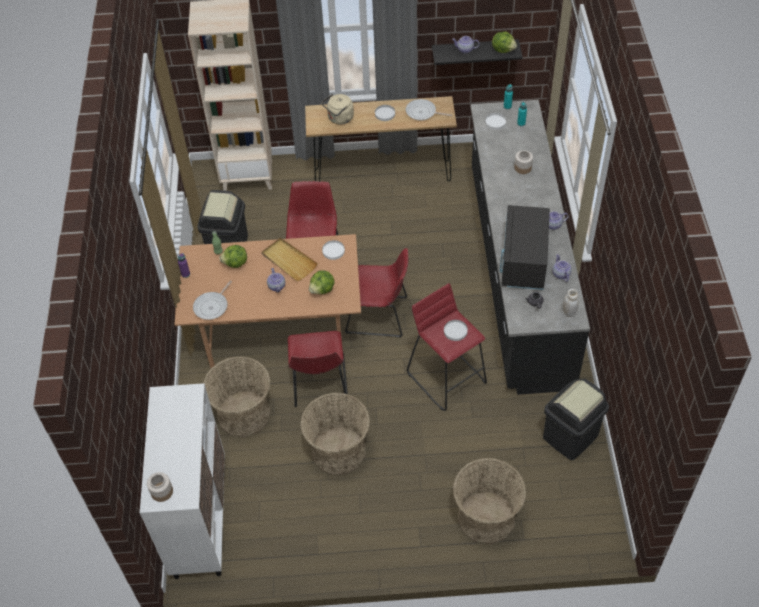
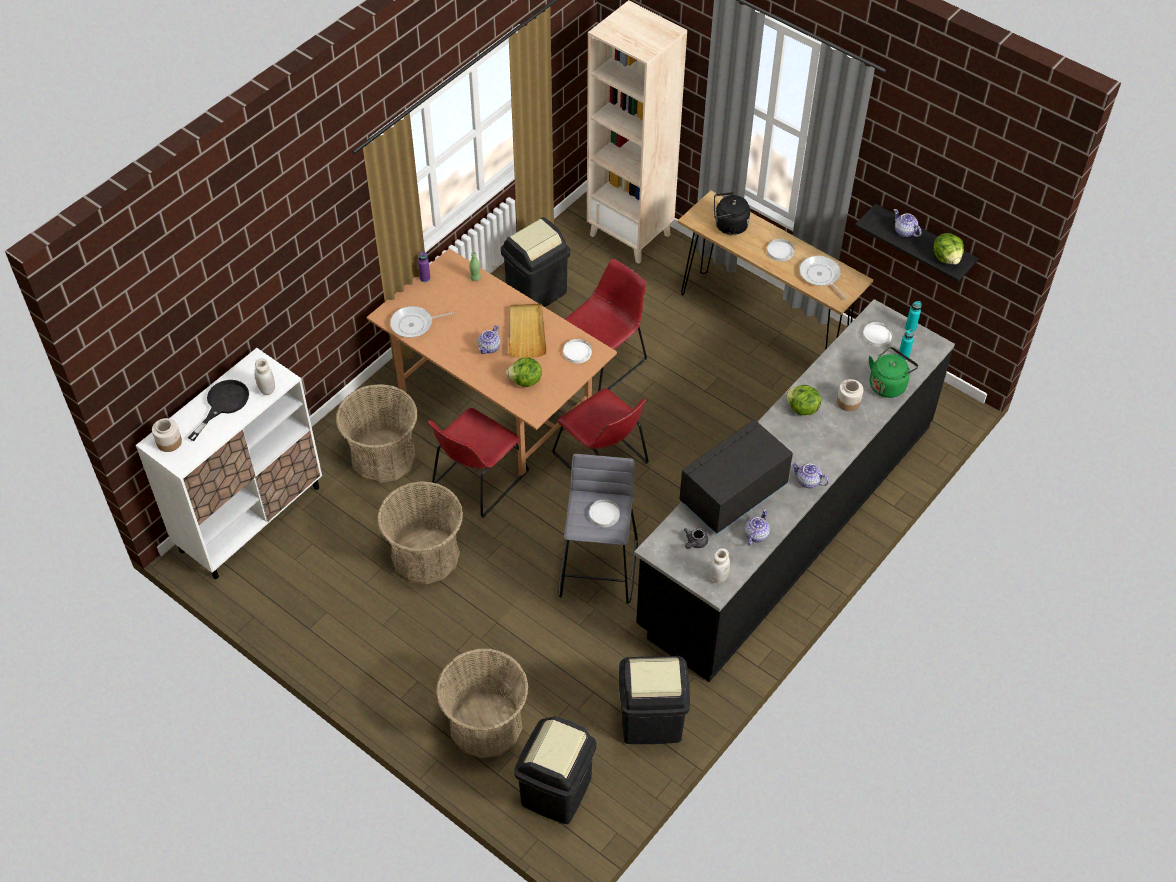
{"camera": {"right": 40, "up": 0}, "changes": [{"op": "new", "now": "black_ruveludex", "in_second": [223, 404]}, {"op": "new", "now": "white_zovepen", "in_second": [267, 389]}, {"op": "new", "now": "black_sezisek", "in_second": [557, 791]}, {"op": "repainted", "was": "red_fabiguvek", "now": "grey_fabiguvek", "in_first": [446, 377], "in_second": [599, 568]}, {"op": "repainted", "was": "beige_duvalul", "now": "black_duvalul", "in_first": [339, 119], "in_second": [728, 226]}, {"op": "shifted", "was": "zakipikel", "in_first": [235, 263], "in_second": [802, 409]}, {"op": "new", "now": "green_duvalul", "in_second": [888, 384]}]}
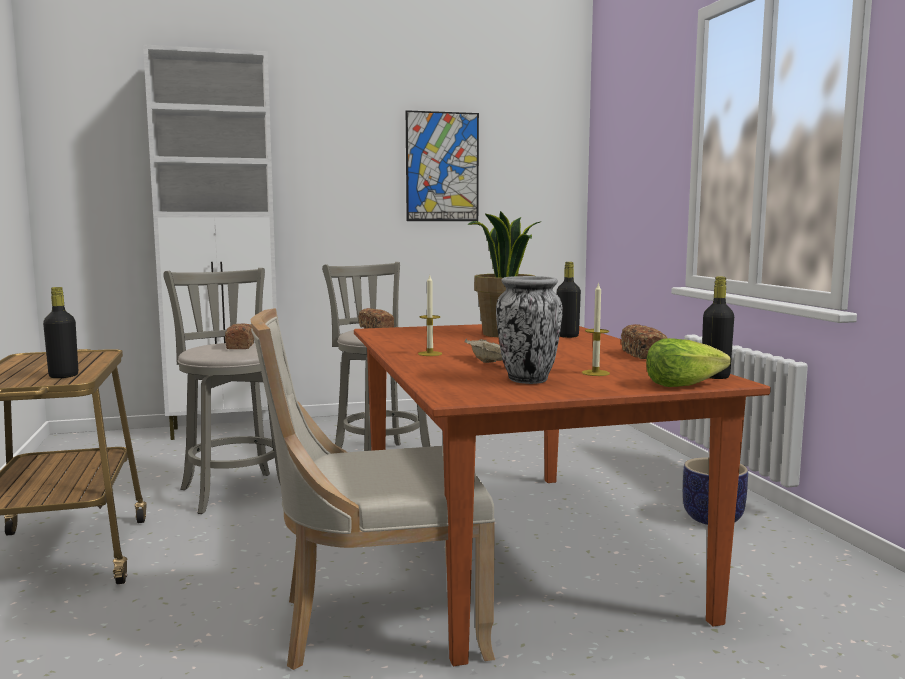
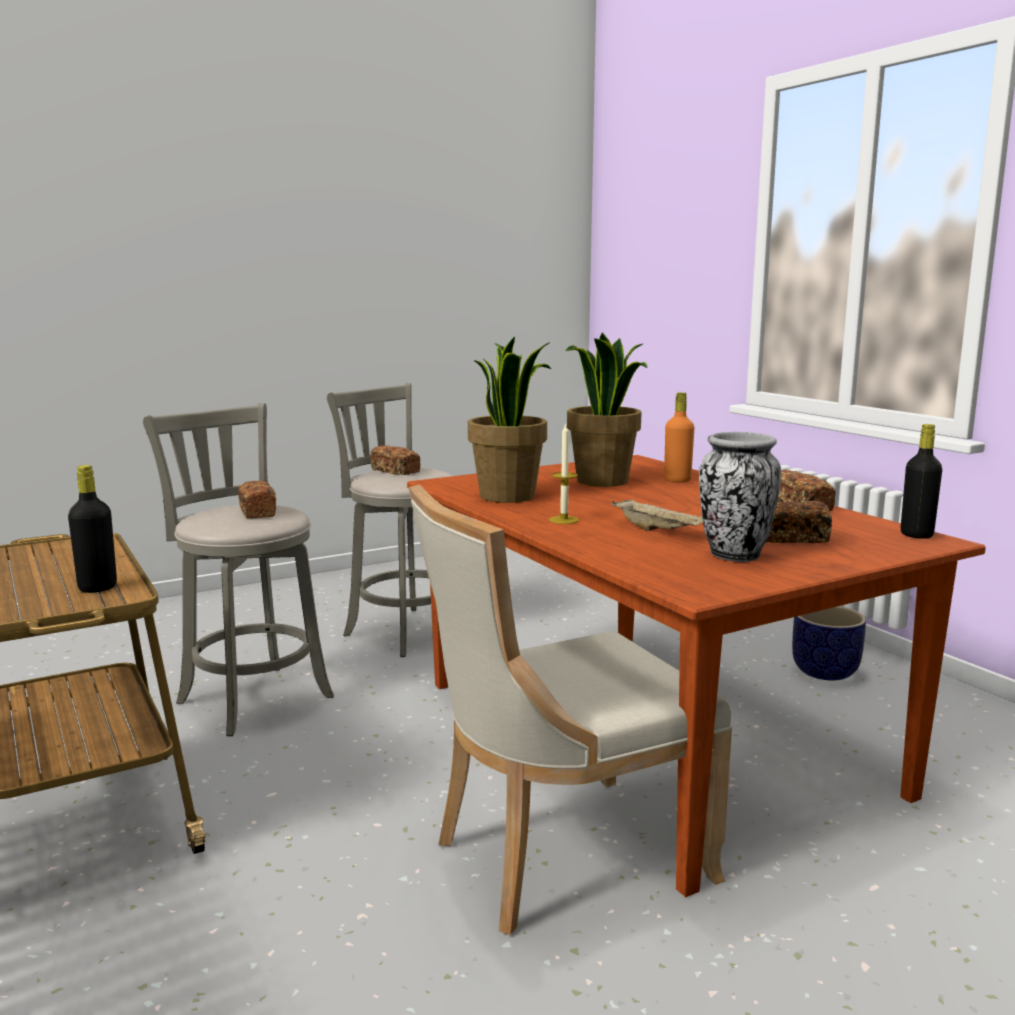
{"camera": {"right": -15, "up": 5}, "changes": [{"op": "new", "now": "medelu", "in_second": [508, 496]}, {"op": "repainted", "was": "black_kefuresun", "now": "orange_kefuresun", "in_first": [567, 336], "in_second": [677, 480]}, {"op": "swapped", "was": "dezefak", "now": "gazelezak", "in_first": [595, 373], "in_second": [790, 538]}, {"op": "gone", "was": "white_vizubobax", "in_first": [227, 430]}, {"op": "gone", "was": "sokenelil", "in_first": [442, 167]}, {"op": "gone", "was": "zakipikel", "in_first": [682, 385]}]}
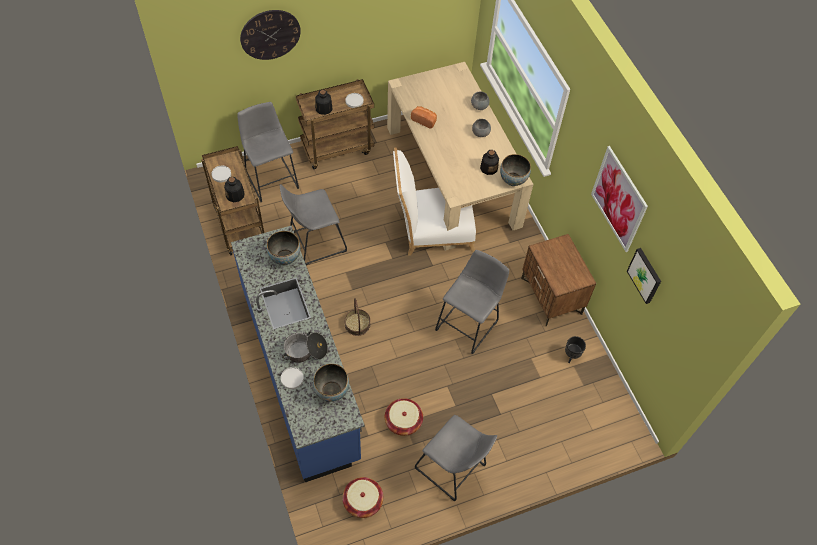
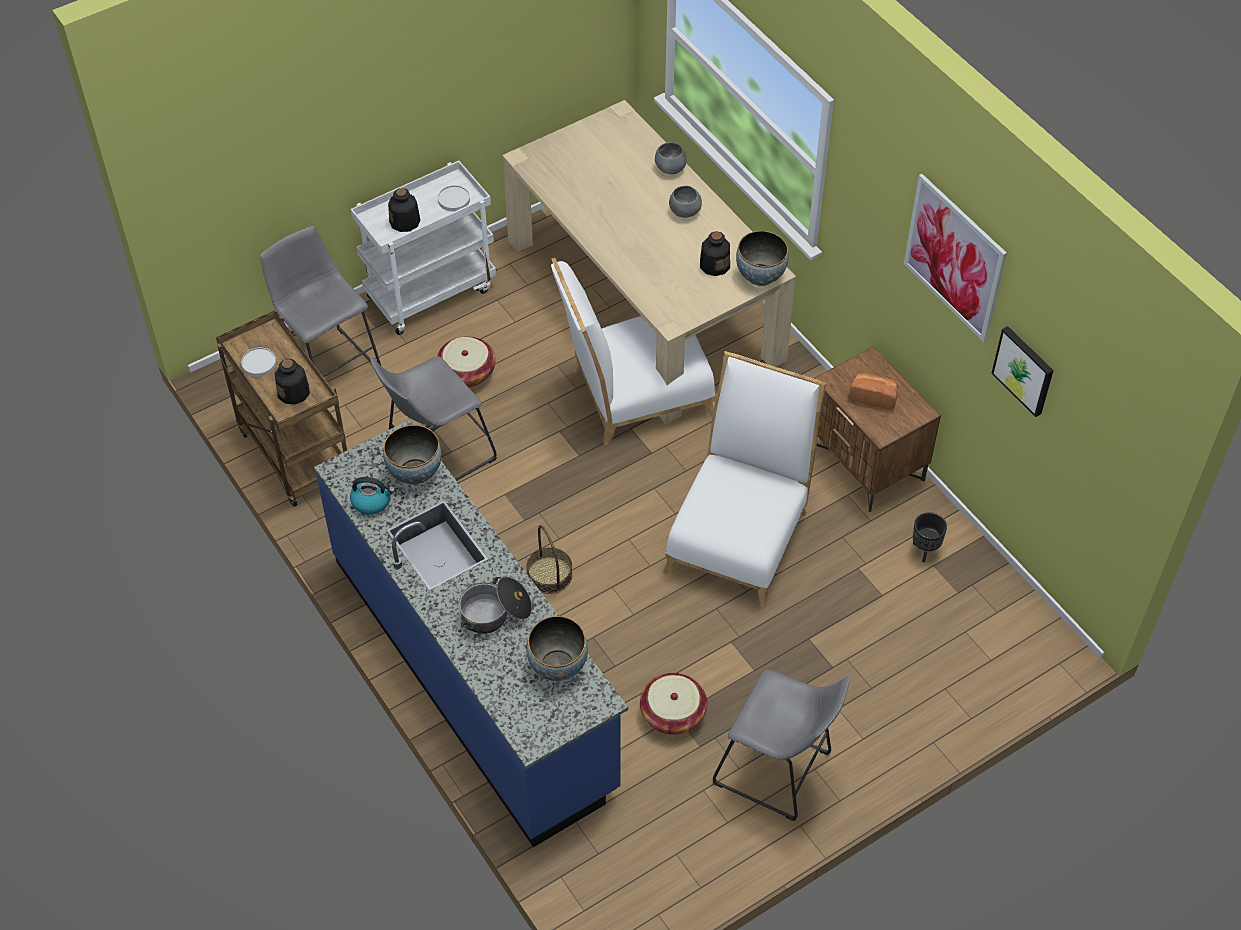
{"camera": {"right": -10, "up": -5}, "changes": [{"op": "repainted", "was": "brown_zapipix", "now": "white_zapipix", "in_first": [337, 148], "in_second": [431, 291]}, {"op": "new", "now": "duvalul", "in_second": [372, 501]}, {"op": "shifted", "was": "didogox", "in_first": [363, 501], "in_second": [467, 372]}, {"op": "swapped", "was": "grey_fabiguvek", "now": "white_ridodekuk", "in_first": [469, 323], "in_second": [739, 533]}, {"op": "shifted", "was": "gazelezak", "in_first": [424, 120], "in_second": [873, 396]}, {"op": "gone", "was": "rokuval", "in_first": [270, 34]}, {"op": "gone", "was": "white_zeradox", "in_first": [292, 379]}]}
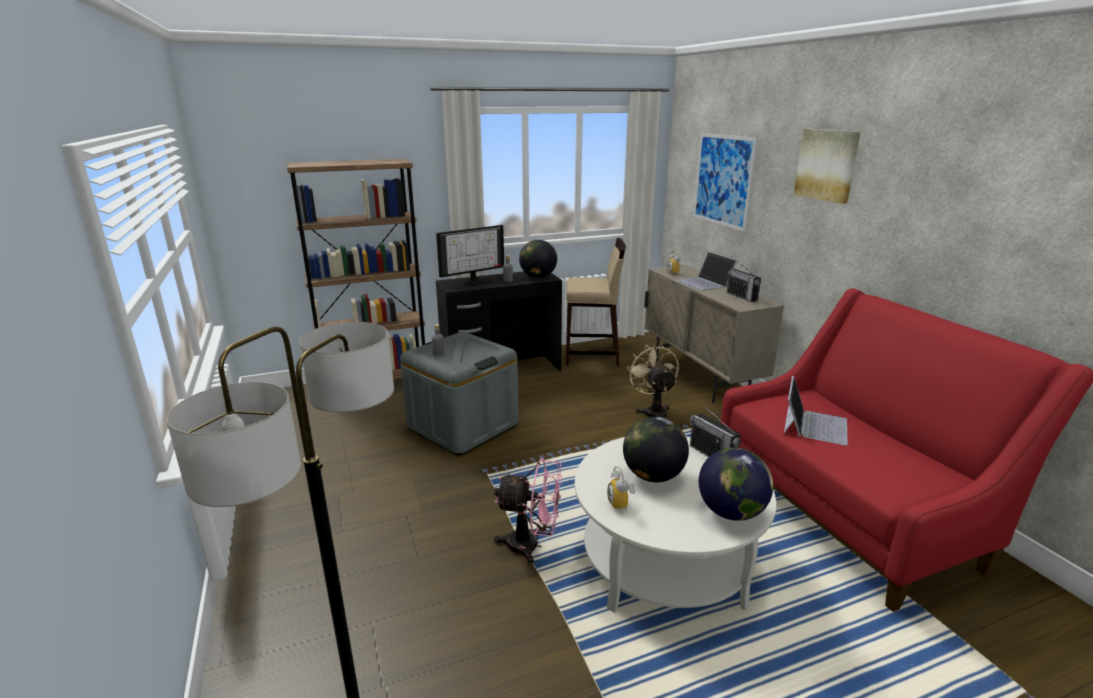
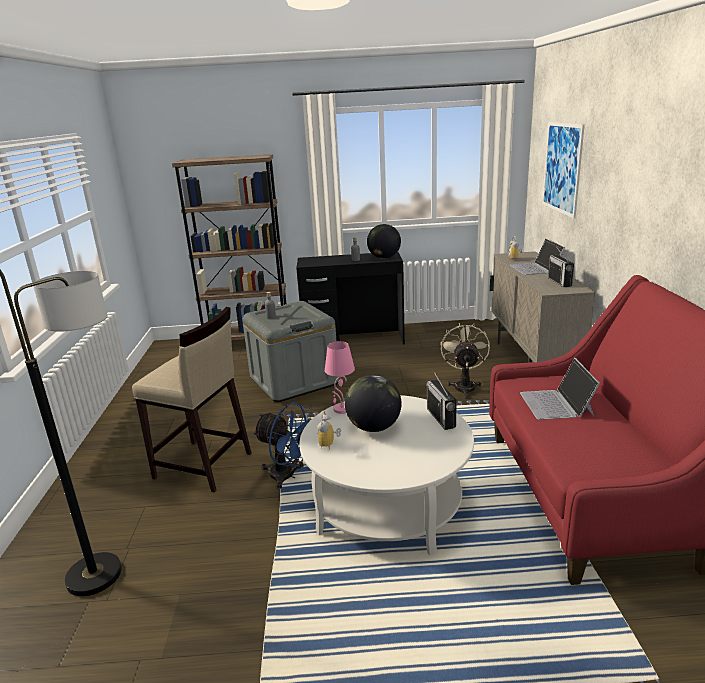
{"camera": {"right": 20, "up": 0}, "changes": [{"op": "shifted", "was": "beige_fabiguvek", "in_first": [592, 356], "in_second": [203, 466]}, {"op": "repainted", "was": "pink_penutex", "now": "blue_penutex", "in_first": [531, 546], "in_second": [288, 476]}, {"op": "new", "now": "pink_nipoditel", "in_second": [342, 409]}, {"op": "rotated", "was": "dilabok", "in_first": [814, 425], "in_second": [557, 404], "clockwise": 135}, {"op": "gone", "was": "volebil", "in_first": [477, 281]}, {"op": "gone", "was": "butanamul", "in_first": [731, 512]}, {"op": "gone", "was": "sokenelil", "in_first": [827, 165]}]}
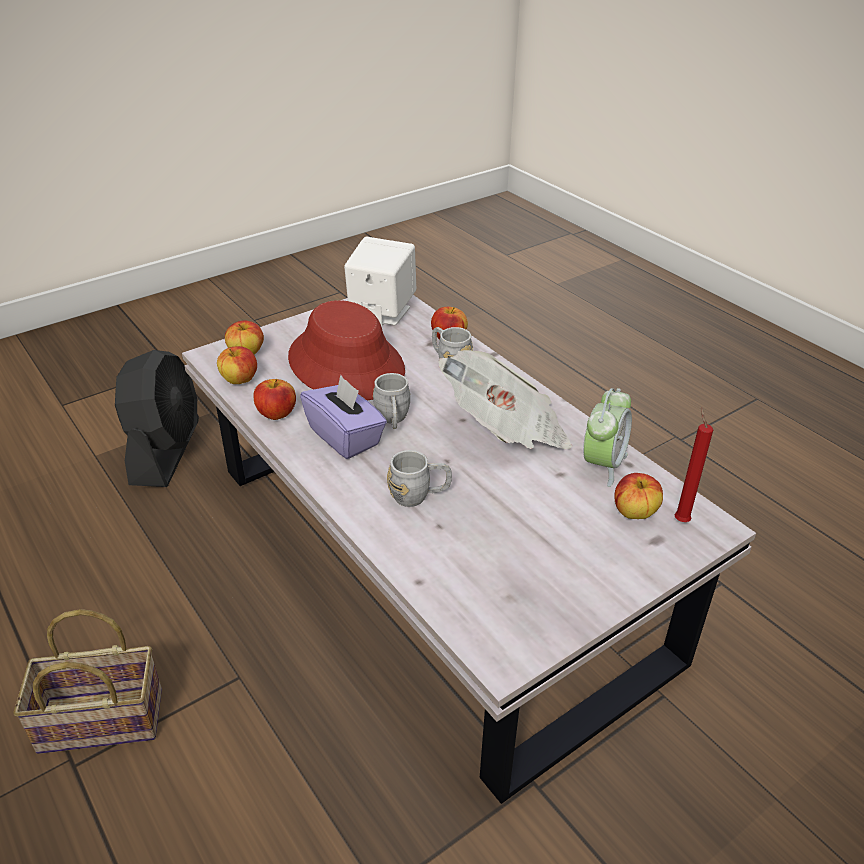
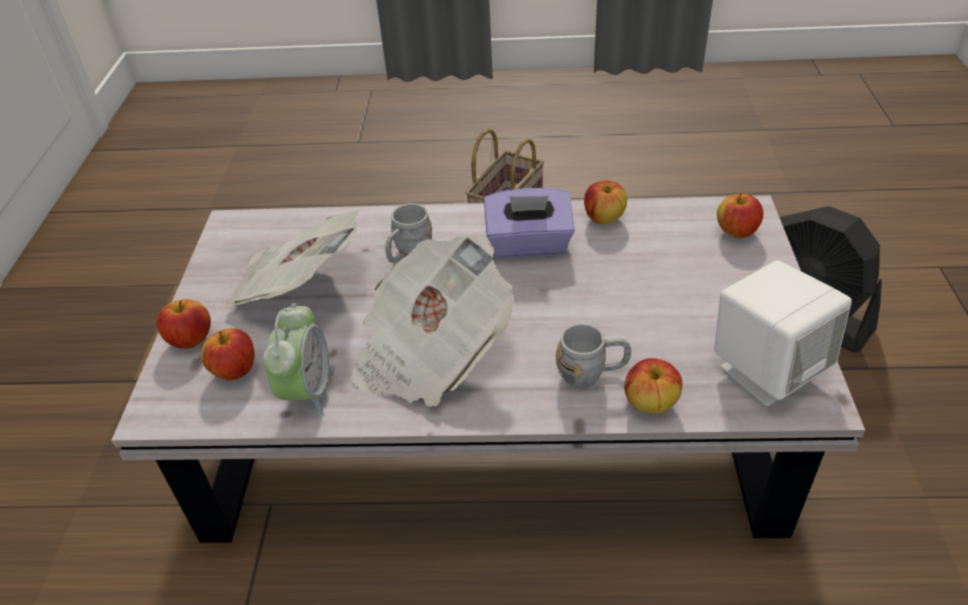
{"camera": {"right": 130, "up": 5}, "changes": [{"op": "shifted", "was": "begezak", "in_first": [239, 380], "in_second": [191, 340]}, {"op": "new", "now": "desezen", "in_second": [299, 287]}, {"op": "rotated", "was": "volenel", "in_first": [602, 464], "in_second": [307, 392], "clockwise": -150}, {"op": "gone", "was": "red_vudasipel", "in_first": [347, 364]}, {"op": "gone", "was": "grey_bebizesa", "in_first": [392, 420]}, {"op": "gone", "was": "red_dezefak", "in_first": [680, 519]}]}
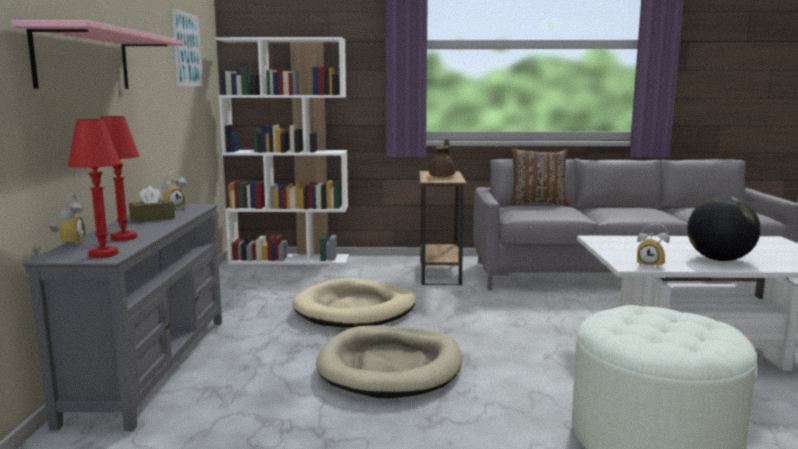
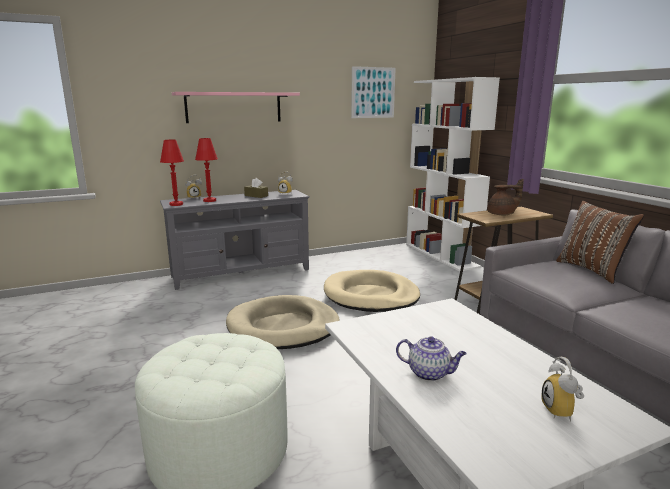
{"camera": {"right": 65, "up": 5}, "changes": [{"op": "swapped", "was": "butanamul", "now": "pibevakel", "in_first": [719, 259], "in_second": [429, 373]}, {"op": "shifted", "was": "volenel", "in_first": [651, 265], "in_second": [562, 412]}]}
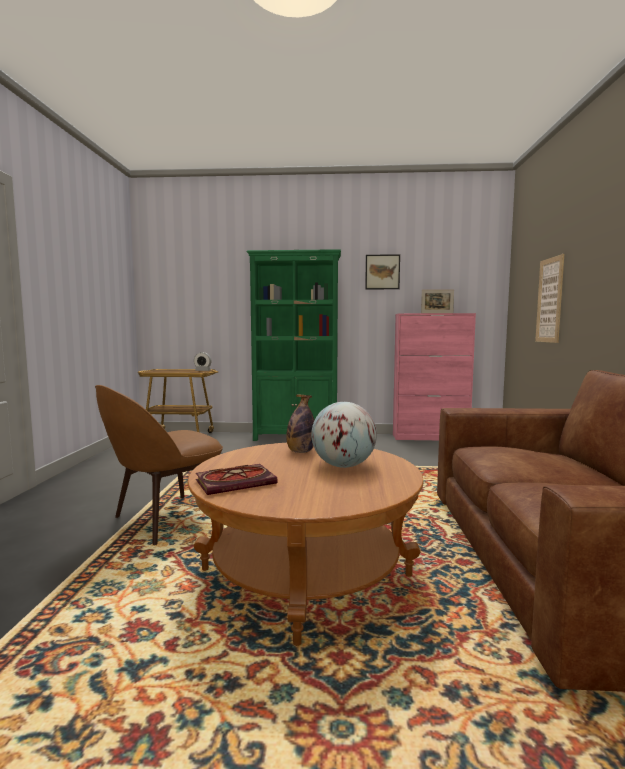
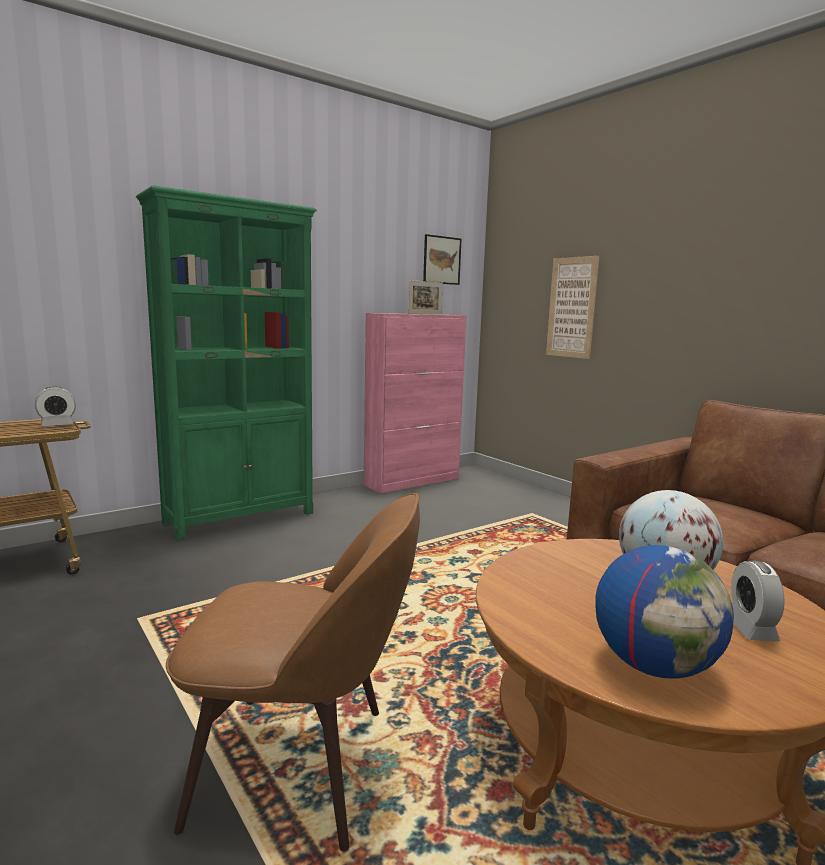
{"camera": {"right": -40, "up": 5}, "changes": [{"op": "rotated", "was": "brown_ridodekuk", "in_first": [165, 520], "in_second": [300, 766], "clockwise": -90}, {"op": "shifted", "was": "sokenelil", "in_first": [382, 272], "in_second": [441, 260]}, {"op": "swapped", "was": "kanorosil", "now": "butanamul", "in_first": [237, 481], "in_second": [654, 666]}, {"op": "new", "now": "volenel", "in_second": [750, 629]}, {"op": "gone", "was": "kefuresun", "in_first": [301, 452]}]}
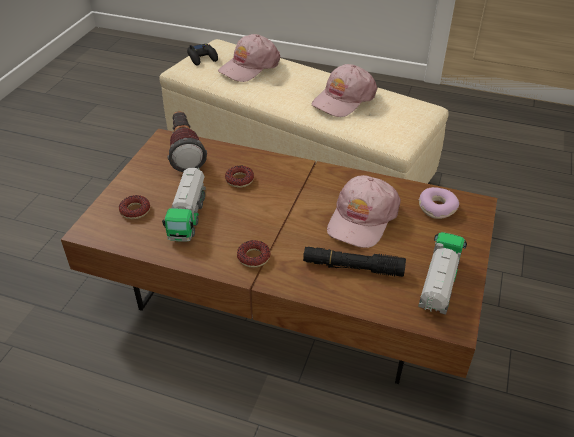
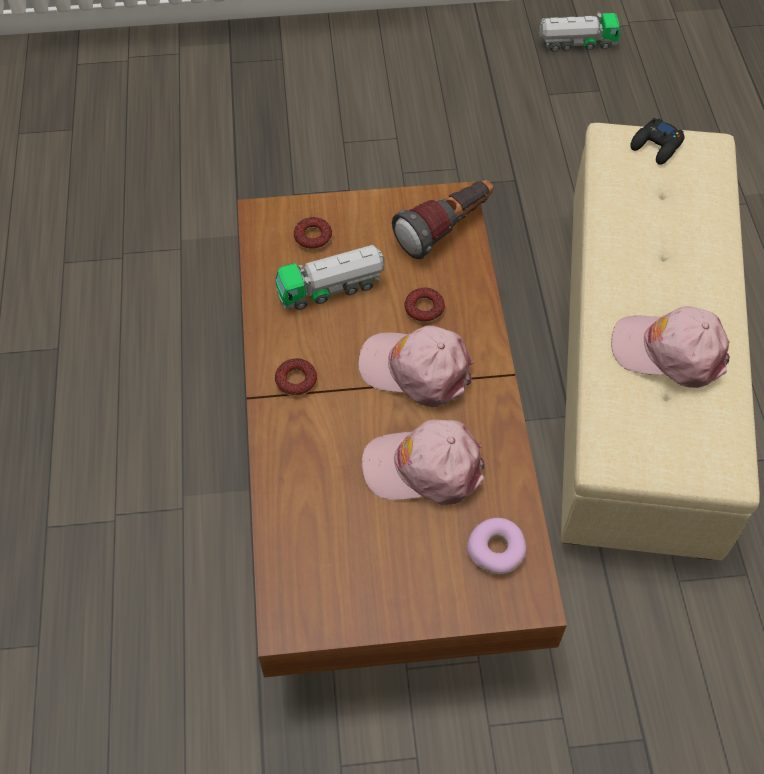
{"camera": {"right": 65, "up": 15}, "changes": [{"op": "shifted", "was": "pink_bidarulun", "in_first": [249, 66], "in_second": [416, 369]}, {"op": "shifted", "was": "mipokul", "in_first": [438, 285], "in_second": [577, 43]}, {"op": "gone", "was": "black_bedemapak", "in_first": [352, 267]}]}
